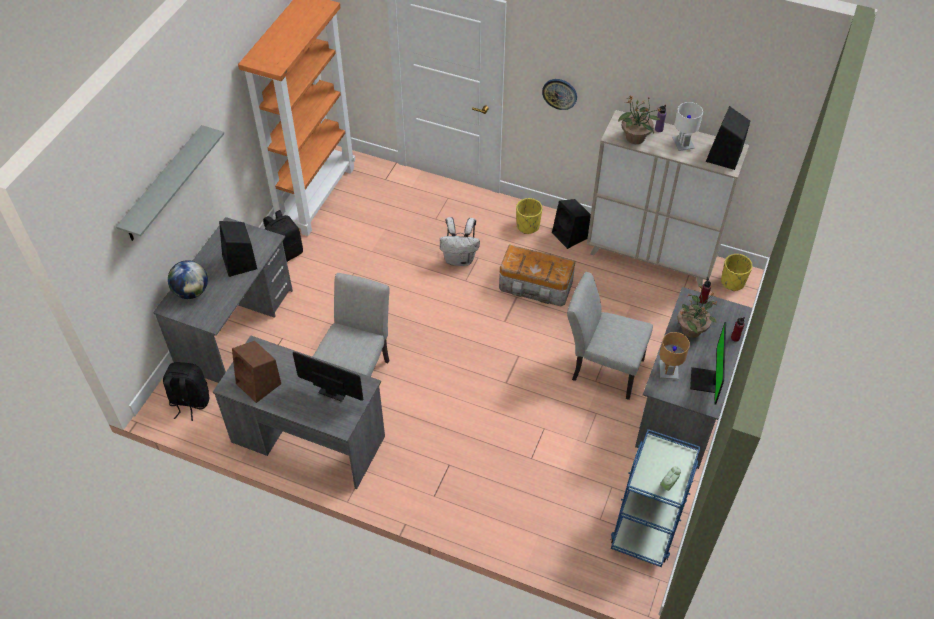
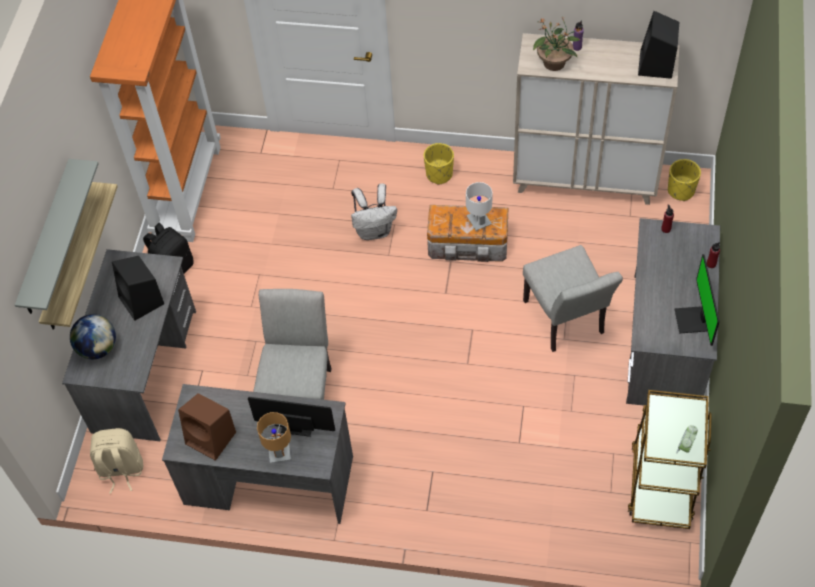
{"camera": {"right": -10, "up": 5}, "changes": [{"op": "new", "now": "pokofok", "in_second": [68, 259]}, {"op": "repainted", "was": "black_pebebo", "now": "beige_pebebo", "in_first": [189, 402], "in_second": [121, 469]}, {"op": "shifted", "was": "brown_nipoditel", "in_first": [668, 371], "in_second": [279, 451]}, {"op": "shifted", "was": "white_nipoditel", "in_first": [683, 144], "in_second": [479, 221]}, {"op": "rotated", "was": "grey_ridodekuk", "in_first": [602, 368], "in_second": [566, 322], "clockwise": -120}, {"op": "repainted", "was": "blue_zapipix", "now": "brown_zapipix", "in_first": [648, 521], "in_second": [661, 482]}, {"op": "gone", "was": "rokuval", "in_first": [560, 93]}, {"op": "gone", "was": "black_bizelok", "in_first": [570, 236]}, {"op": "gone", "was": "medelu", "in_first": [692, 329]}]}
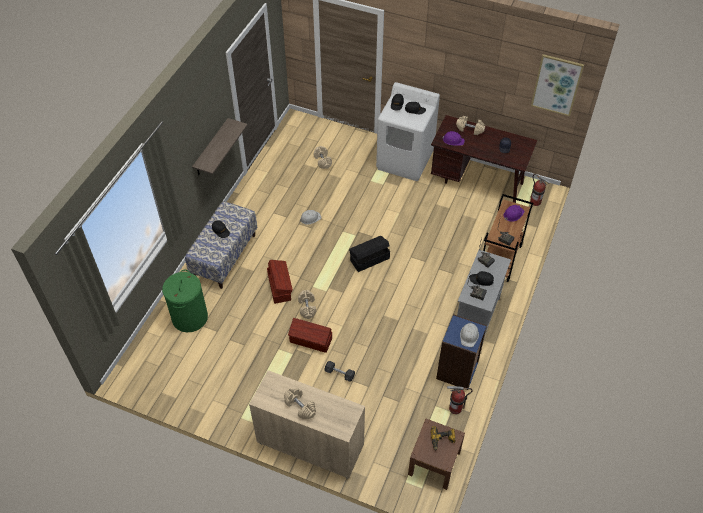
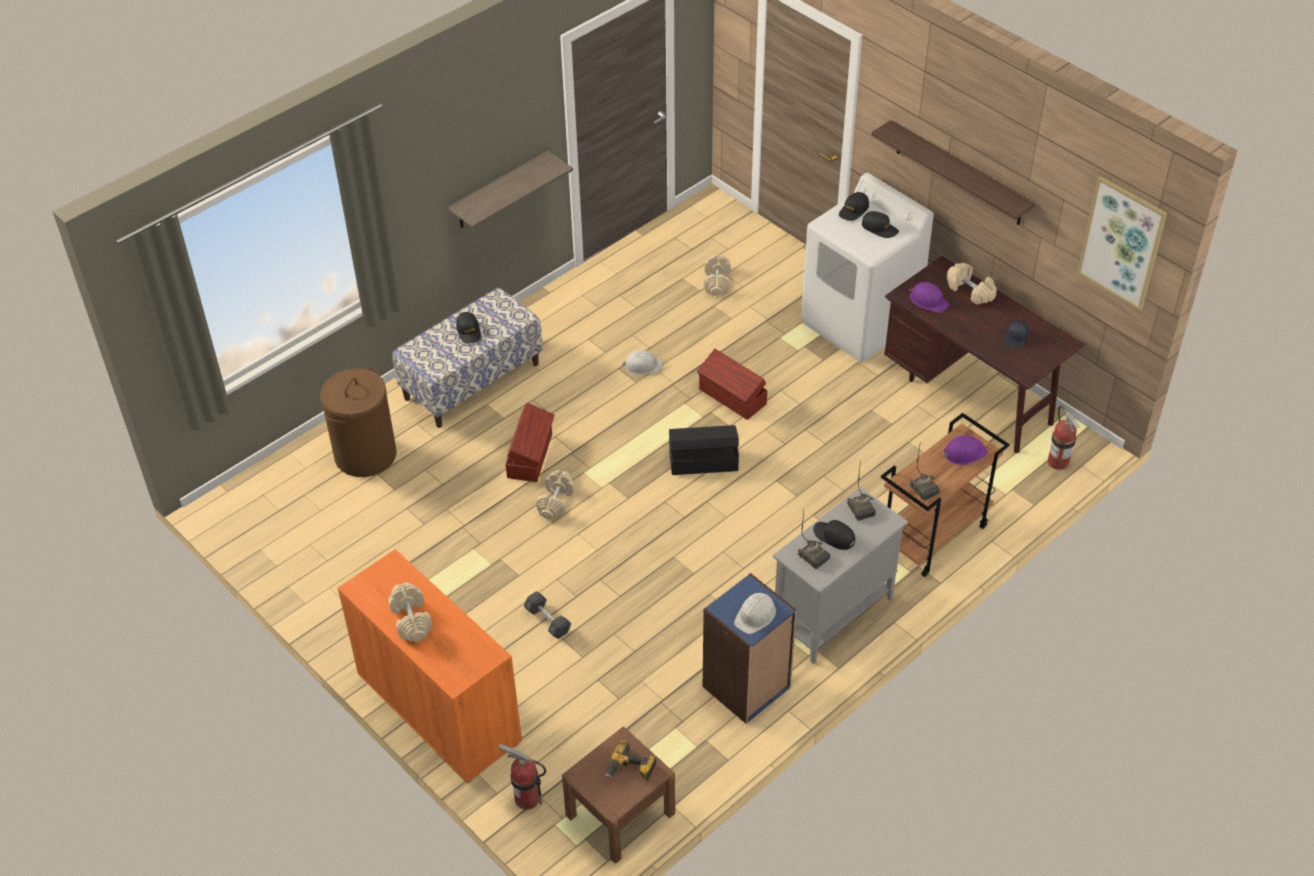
{"camera": {"right": 25, "up": -5}, "changes": [{"op": "repainted", "was": "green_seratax", "now": "brown_seratax", "in_first": [189, 317], "in_second": [365, 454]}, {"op": "repainted", "was": "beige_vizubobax", "now": "orange_vizubobax", "in_first": [310, 443], "in_second": [439, 708]}, {"op": "shifted", "was": "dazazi", "in_first": [455, 408], "in_second": [527, 798]}, {"op": "shifted", "was": "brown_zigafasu", "in_first": [311, 341], "in_second": [732, 397]}, {"op": "new", "now": "pokofok", "in_second": [959, 174]}]}
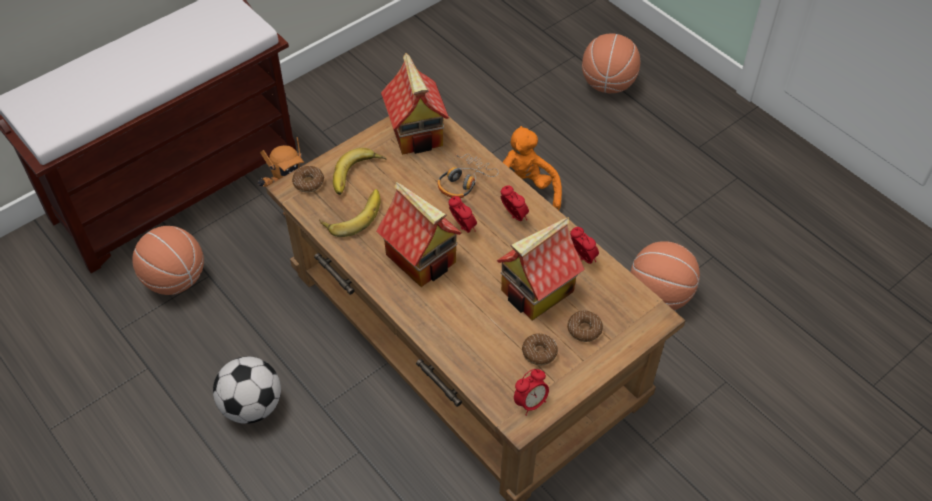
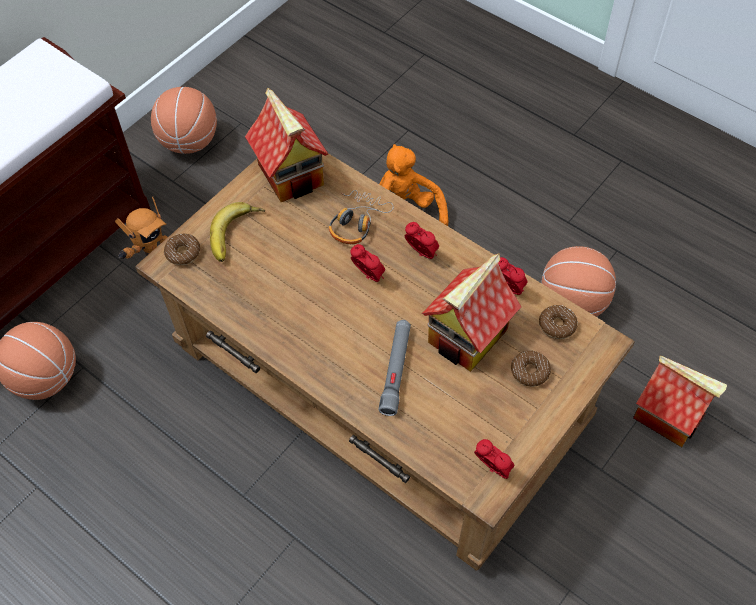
{"camera": {"right": -10, "up": 5}, "changes": [{"op": "shifted", "was": "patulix", "in_first": [608, 84], "in_second": [189, 141]}, {"op": "new", "now": "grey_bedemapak", "in_second": [396, 370]}, {"op": "rotated", "was": "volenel", "in_first": [530, 403], "in_second": [492, 469], "clockwise": -90}, {"op": "shifted", "was": "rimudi", "in_first": [539, 352], "in_second": [557, 325]}, {"op": "shifted", "was": "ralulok", "in_first": [422, 258], "in_second": [669, 415]}, {"op": "gone", "was": "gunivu", "in_first": [252, 406]}, {"op": "gone", "was": "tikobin", "in_first": [352, 214]}]}
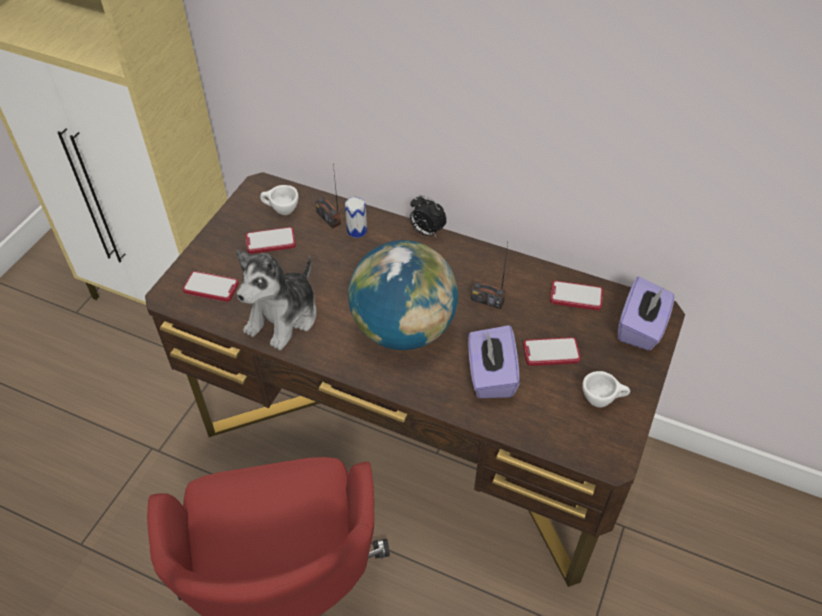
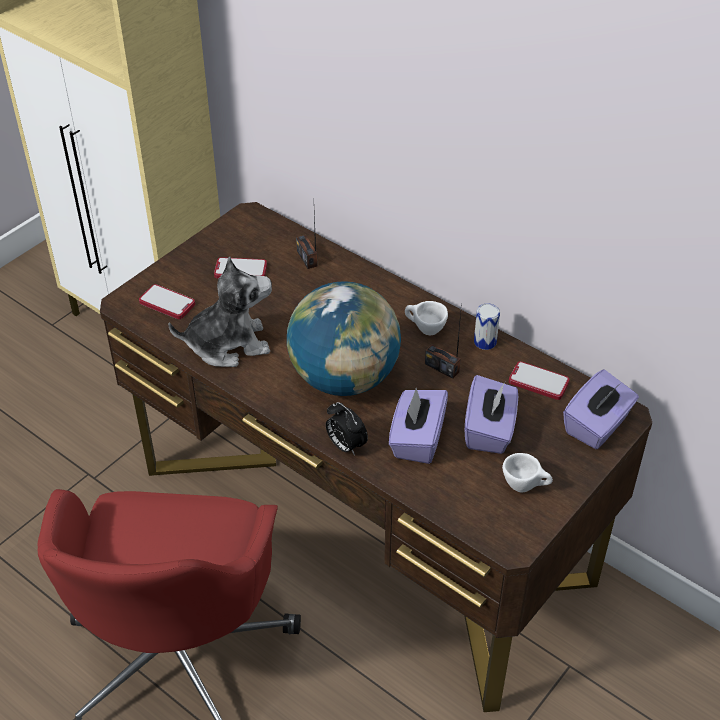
{"camera": {"right": 15, "up": -5}, "changes": [{"op": "rotated", "was": "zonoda", "in_first": [283, 317], "in_second": [228, 344], "clockwise": -150}, {"op": "shifted", "was": "volenel", "in_first": [426, 232], "in_second": [345, 446]}, {"op": "shifted", "was": "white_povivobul", "in_first": [281, 211], "in_second": [424, 330]}, {"op": "swapped", "was": "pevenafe", "now": "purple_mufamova", "in_first": [551, 353], "in_second": [489, 430]}, {"op": "shifted", "was": "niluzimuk", "in_first": [357, 231], "in_second": [485, 342]}]}
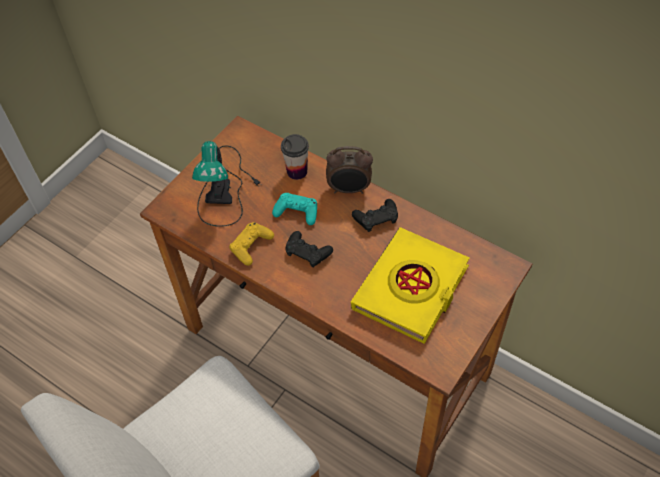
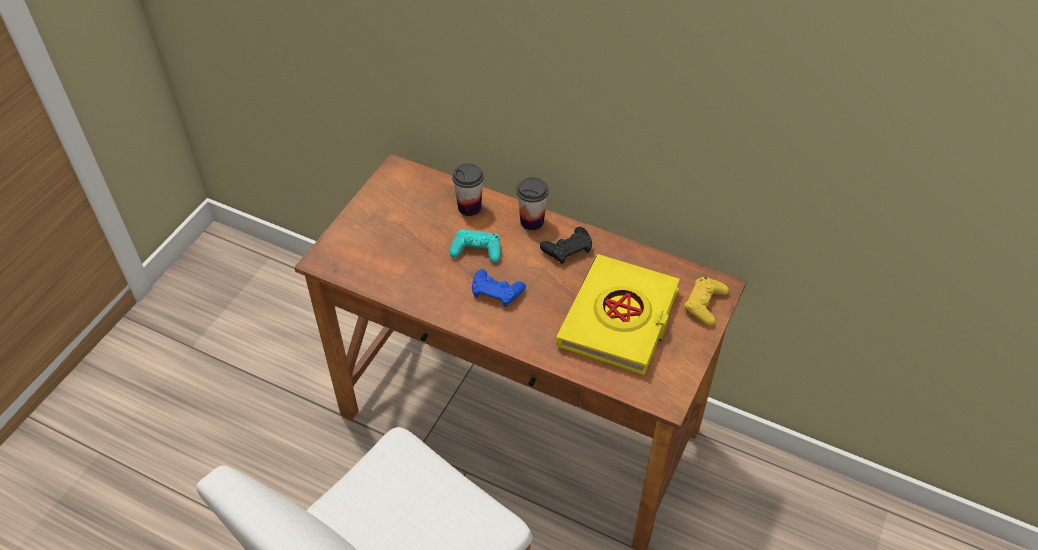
{"camera": {"right": -10, "up": -5}, "changes": [{"op": "repainted", "was": "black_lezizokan", "now": "blue_lezizokan", "in_first": [307, 252], "in_second": [496, 291]}, {"op": "swapped", "was": "volenel", "now": "povivobul", "in_first": [349, 189], "in_second": [532, 221]}, {"op": "shifted", "was": "yellow_lezizokan", "in_first": [251, 246], "in_second": [704, 304]}, {"op": "gone", "was": "nipoditel", "in_first": [226, 188]}]}
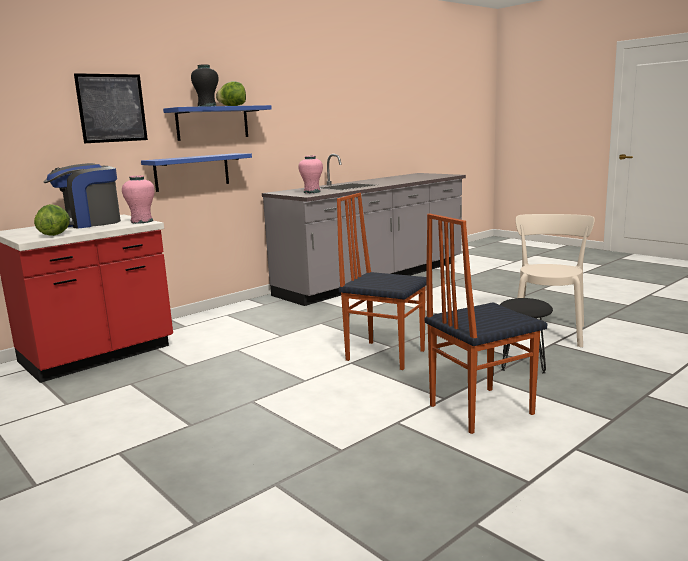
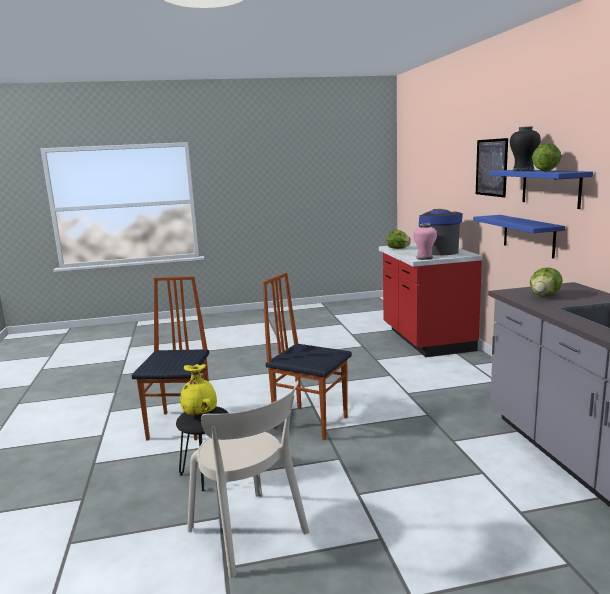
{"camera": {"right": 120, "up": 0}, "changes": [{"op": "new", "now": "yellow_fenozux", "in_second": [200, 414]}, {"op": "rotated", "was": "ridodekuk", "in_first": [385, 355], "in_second": [311, 422], "clockwise": -120}, {"op": "swapped", "was": "pink_fenozux", "now": "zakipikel", "in_first": [312, 192], "in_second": [544, 296]}]}
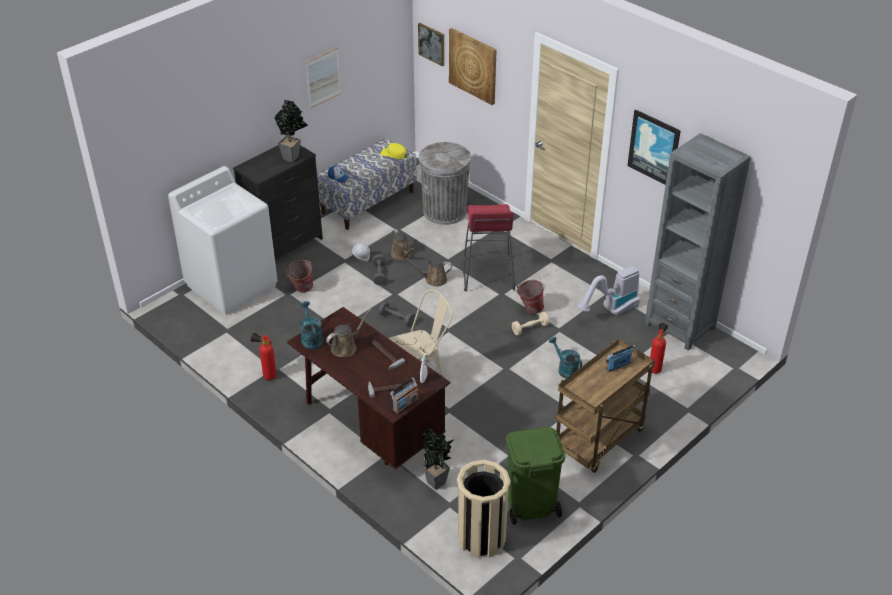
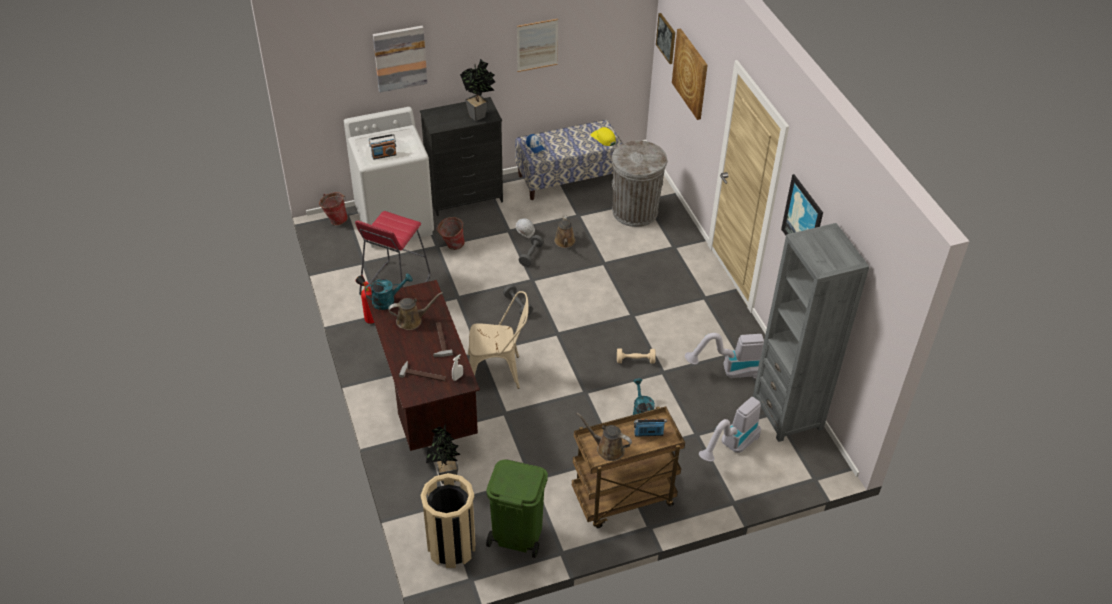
{"camera": {"right": 25, "up": 5}, "changes": [{"op": "shifted", "was": "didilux", "in_first": [529, 309], "in_second": [335, 219]}, {"op": "shifted", "was": "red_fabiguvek", "in_first": [487, 275], "in_second": [395, 286]}, {"op": "rotated", "was": "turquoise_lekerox", "in_first": [311, 338], "in_second": [387, 301], "clockwise": 60}, {"op": "shifted", "was": "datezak", "in_first": [405, 404], "in_second": [384, 155]}, {"op": "new", "now": "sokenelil", "in_second": [400, 58]}, {"op": "shifted", "was": "brown_lekerox", "in_first": [433, 280], "in_second": [607, 448]}, {"op": "swapped", "was": "dazazi", "now": "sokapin", "in_first": [655, 368], "in_second": [731, 447]}]}
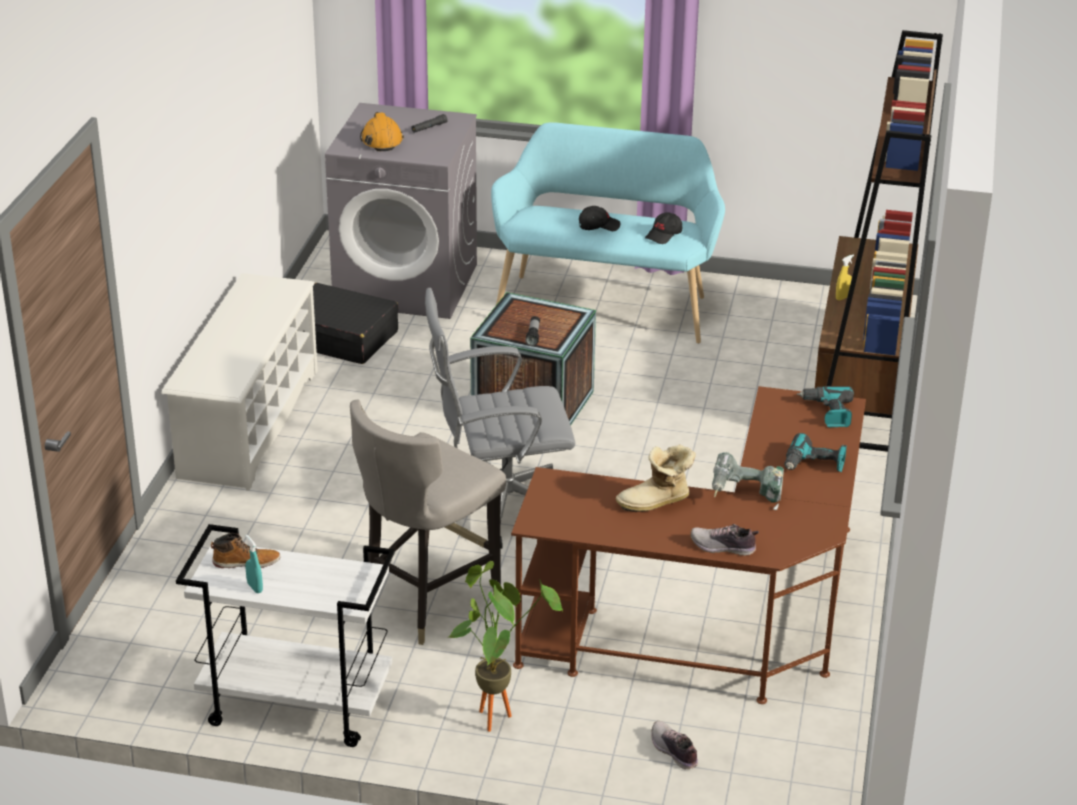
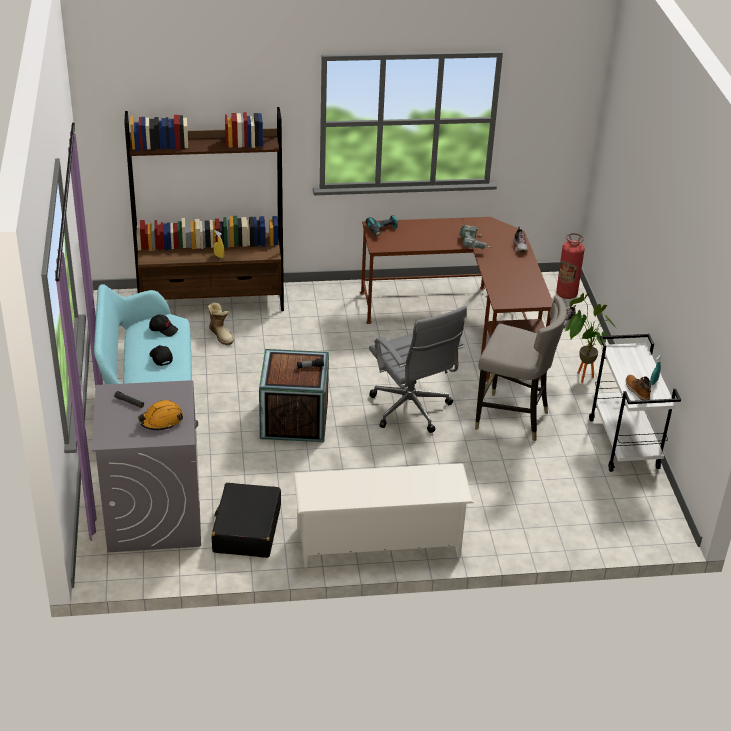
{"camera": {"right": -110, "up": 5}, "changes": [{"op": "shifted", "was": "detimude", "in_first": [656, 503], "in_second": [221, 334]}, {"op": "new", "now": "dazazi", "in_second": [566, 294]}, {"op": "gone", "was": "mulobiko", "in_first": [814, 465]}]}
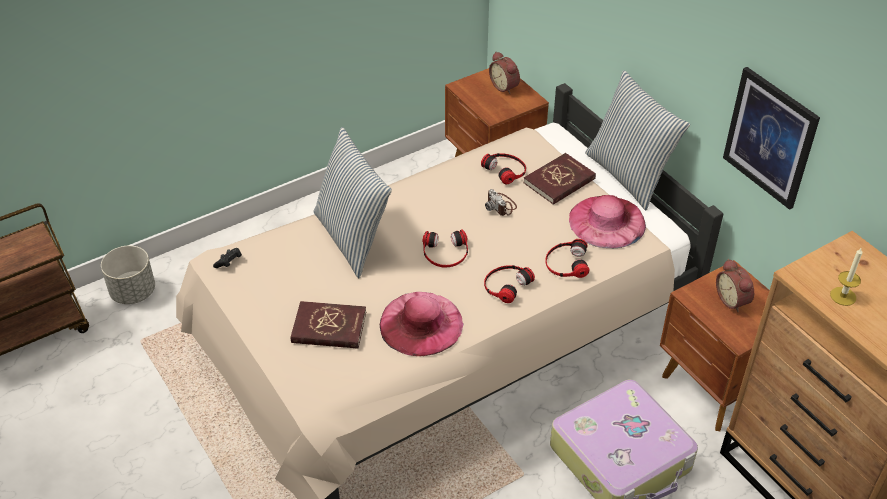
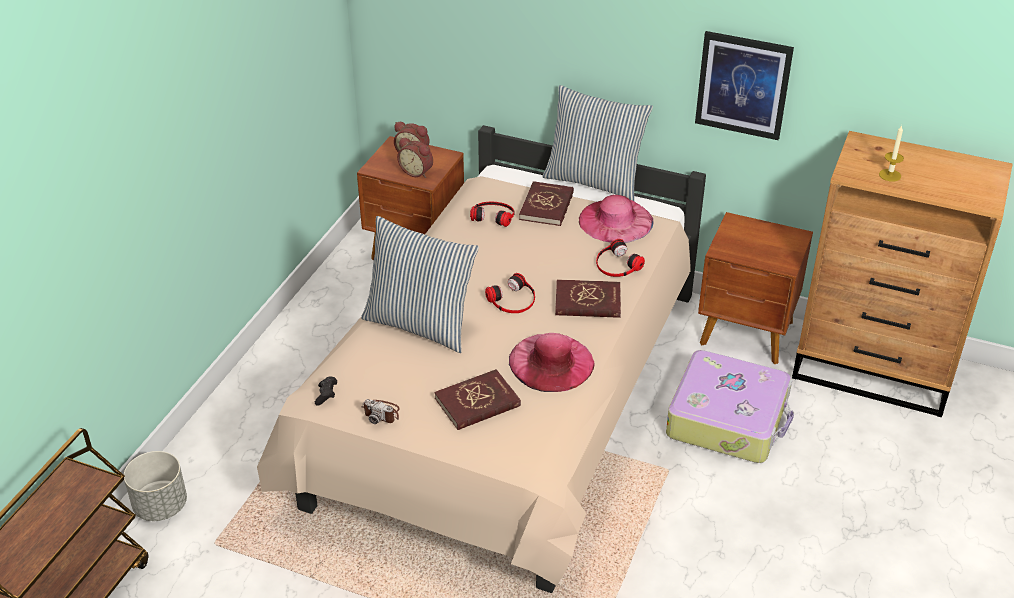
{"camera": {"right": -35, "up": -5}, "changes": [{"op": "shifted", "was": "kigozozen", "in_first": [501, 206], "in_second": [382, 413]}, {"op": "shifted", "was": "volenel", "in_first": [733, 300], "in_second": [417, 172]}, {"op": "swapped", "was": "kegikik", "now": "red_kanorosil", "in_first": [506, 285], "in_second": [587, 302]}]}
